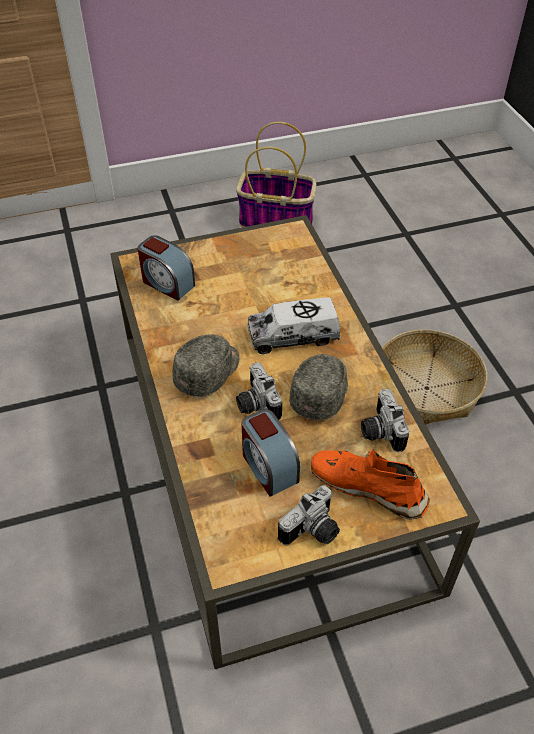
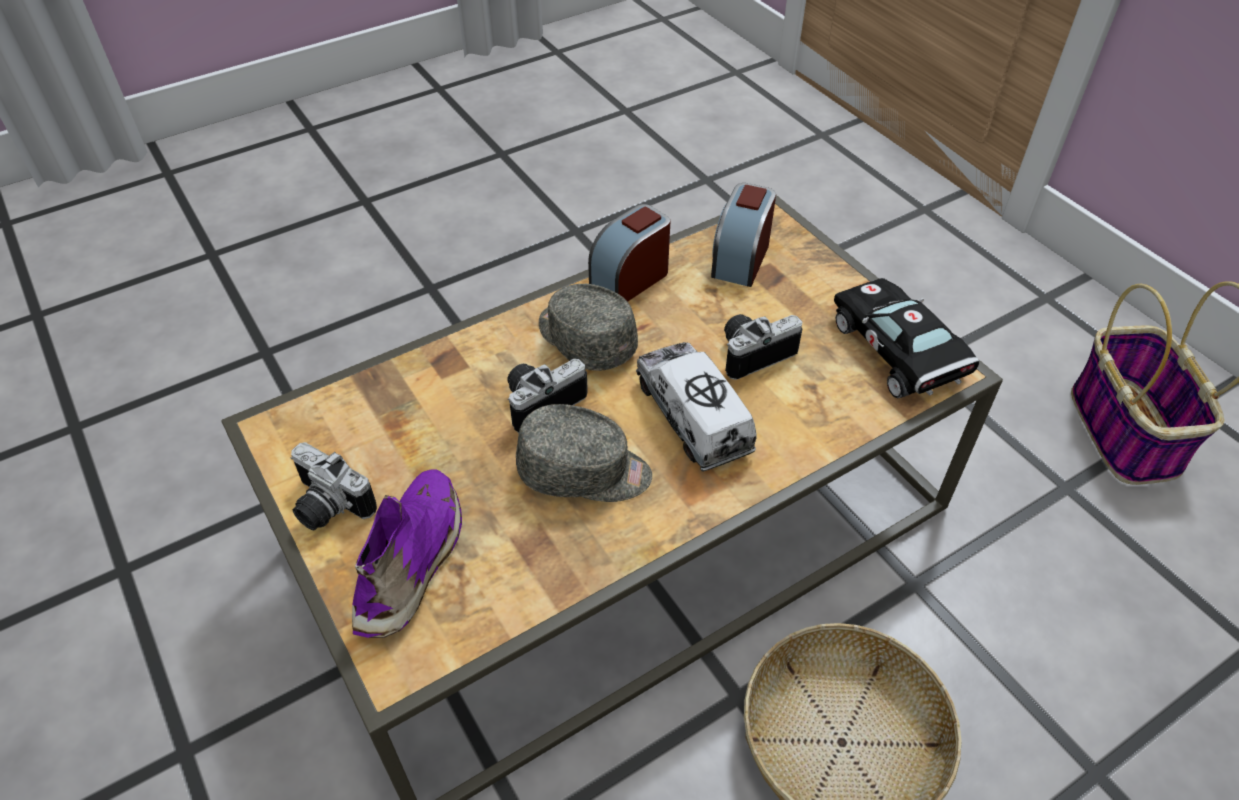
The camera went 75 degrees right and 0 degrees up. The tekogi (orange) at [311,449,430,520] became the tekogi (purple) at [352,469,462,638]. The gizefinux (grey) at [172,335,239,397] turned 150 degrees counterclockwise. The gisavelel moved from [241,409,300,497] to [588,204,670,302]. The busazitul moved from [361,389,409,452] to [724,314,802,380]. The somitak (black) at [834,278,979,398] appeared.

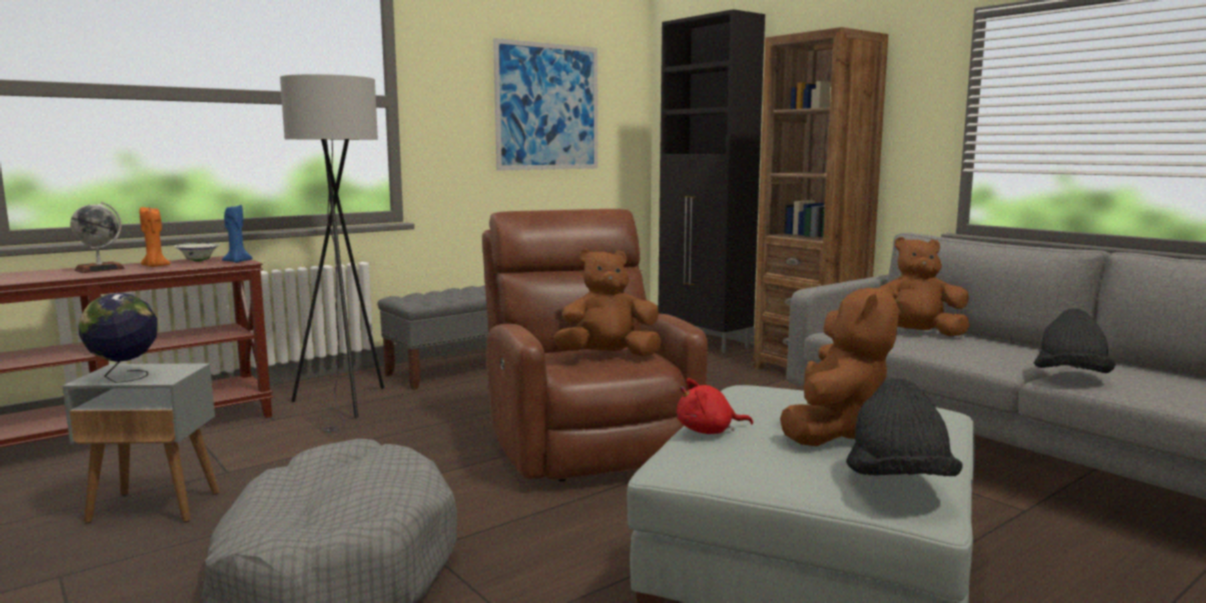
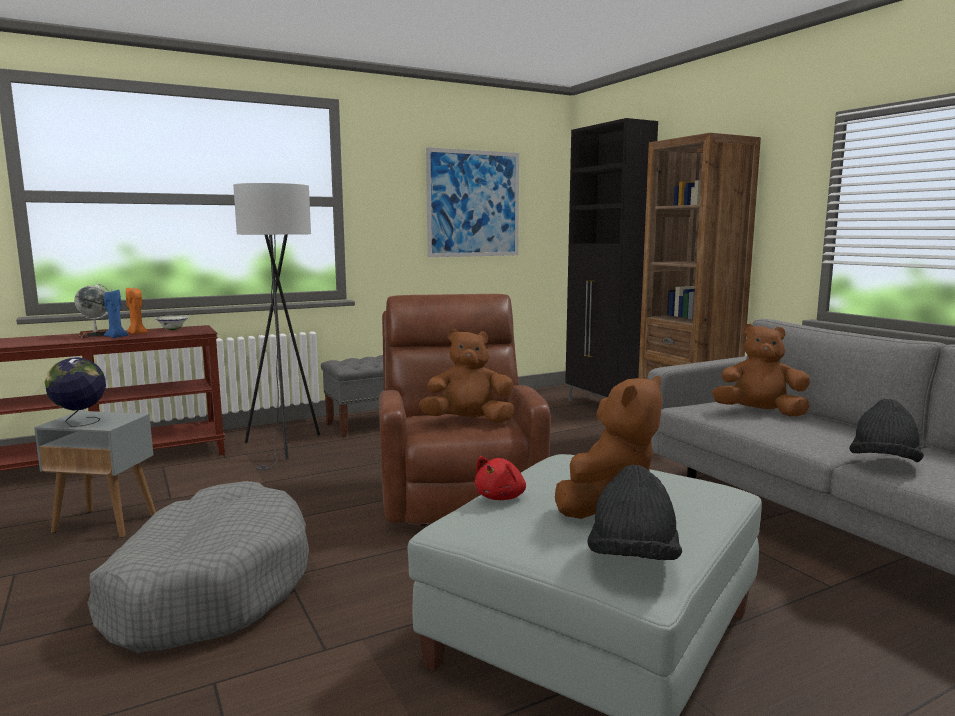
The camera went 10 degrees right and 0 degrees up. The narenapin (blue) moved from [222,204,252,263] to [104,289,128,338]. The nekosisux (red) at [677,378,753,434] turned 60 degrees counterclockwise.

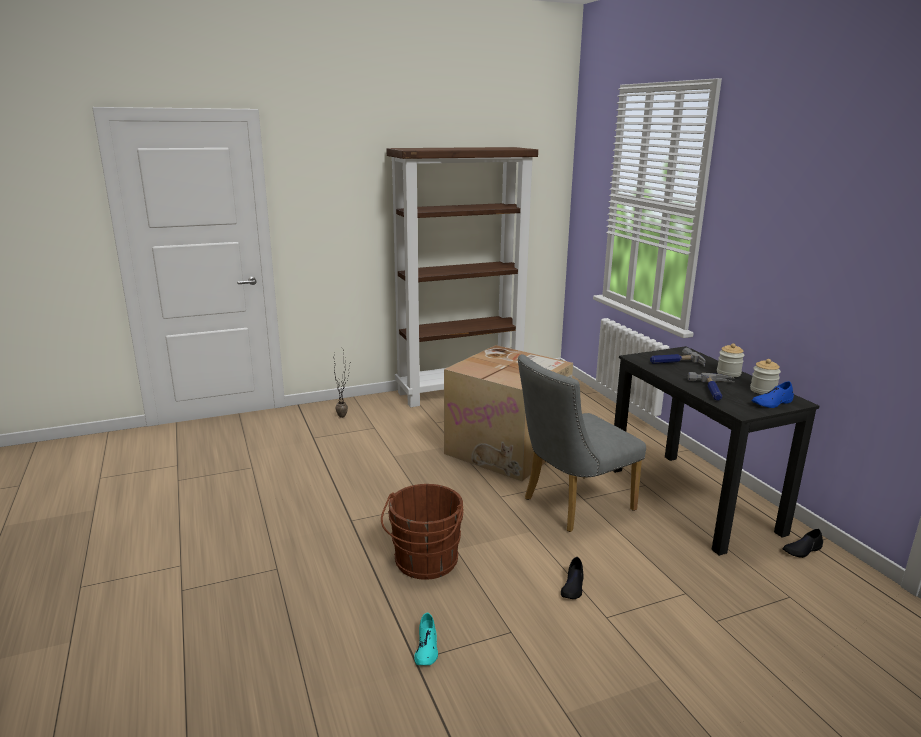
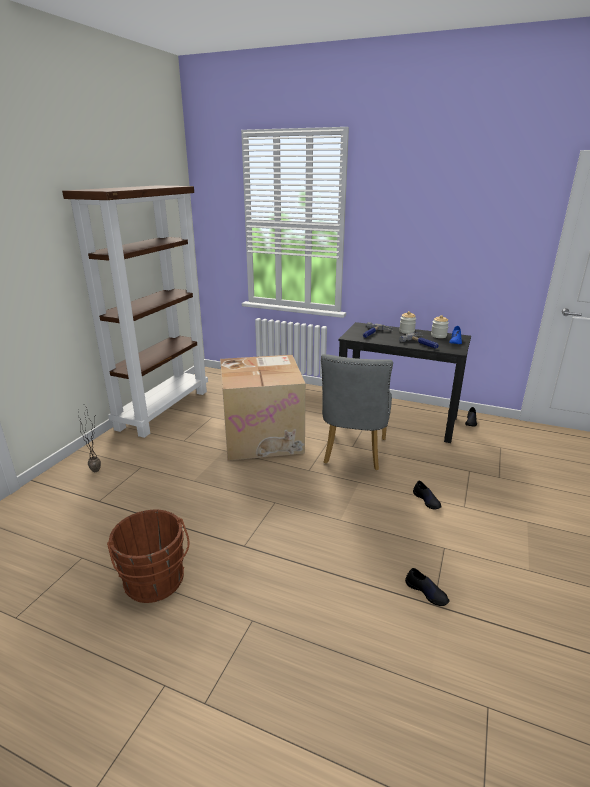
The camera went 45 degrees left and 5 degrees up. The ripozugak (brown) moved from [381,484,464,580] to [107,510,190,603]. The tekogi (turquoise) at [414,612,438,665] became the tekogi (black) at [405,568,450,606].

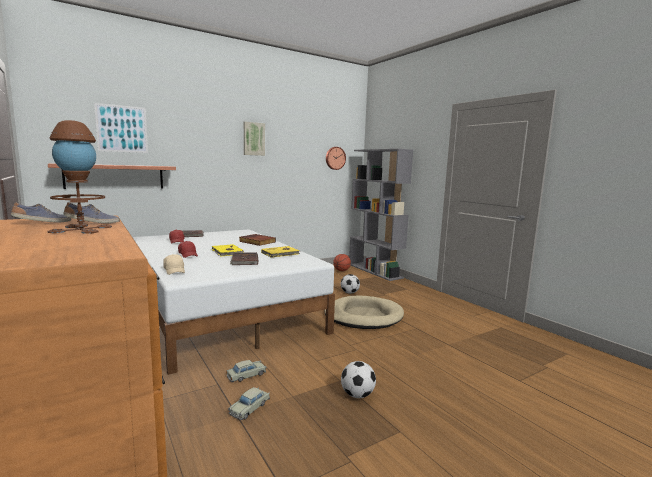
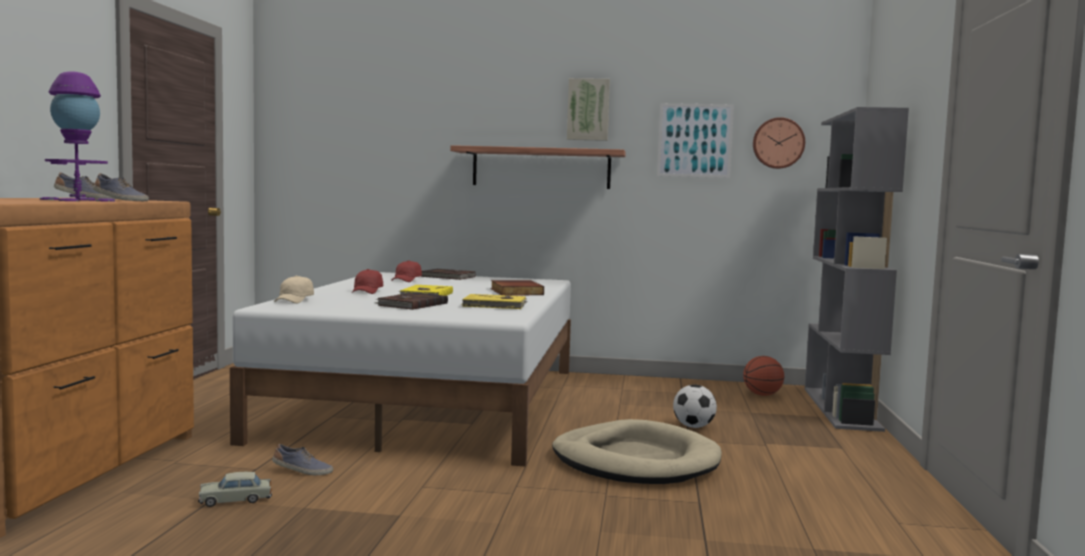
The camera went 40 degrees right and 5 degrees down. The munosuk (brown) at [47,120,112,234] became the munosuk (purple) at [40,71,115,202]. The somitak (beige) at [226,360,266,382] was replaced by the tekogi at [272,444,333,475]. The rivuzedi moved from [48,163,176,189] to [450,145,626,189]. The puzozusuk moved from [94,103,148,153] to [657,103,734,178]. The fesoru at [341,361,376,398] disappeared.

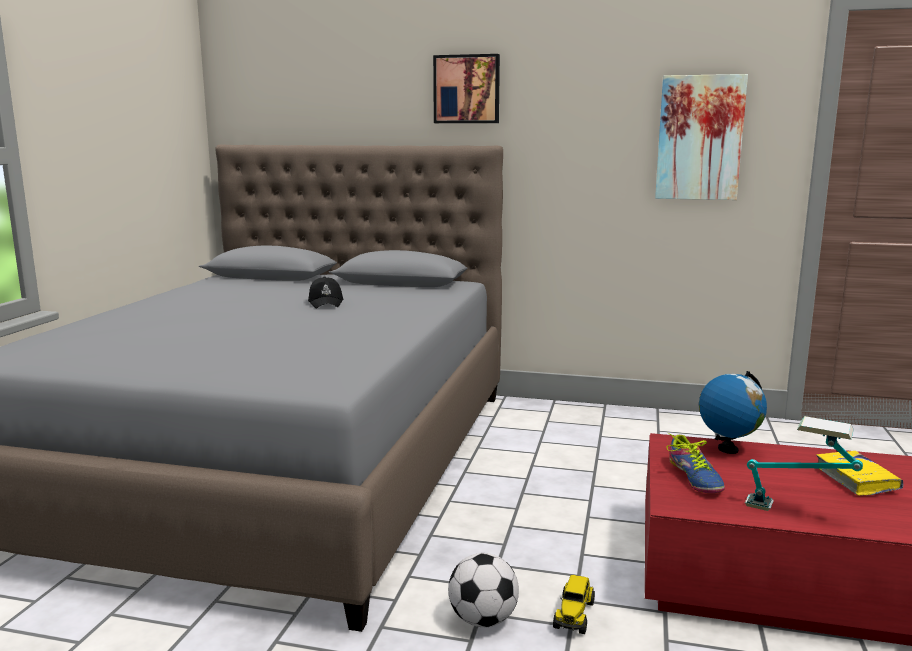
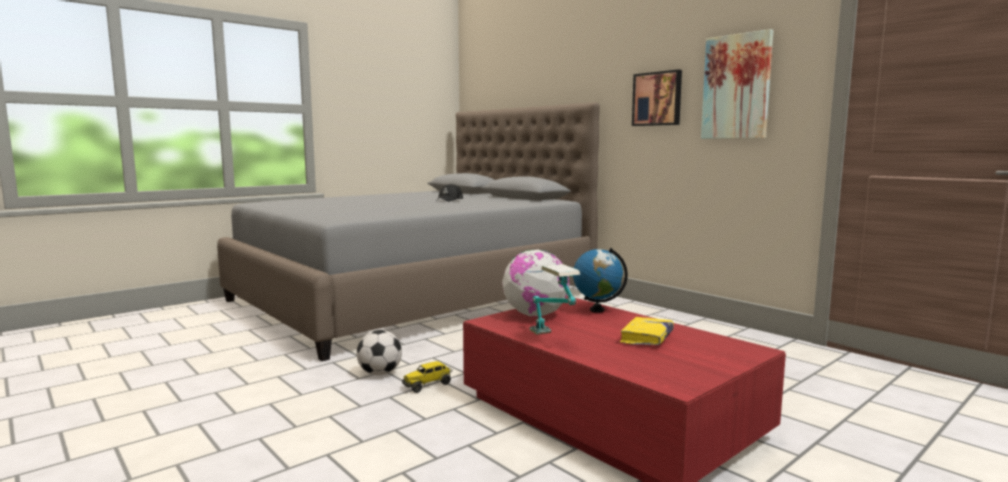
The camera went 35 degrees right and 5 degrees down. The tekogi at [666,433,725,493] was replaced by the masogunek at [502,250,569,317]. The puzozusuk moved from [433,54,500,123] to [632,69,682,126].

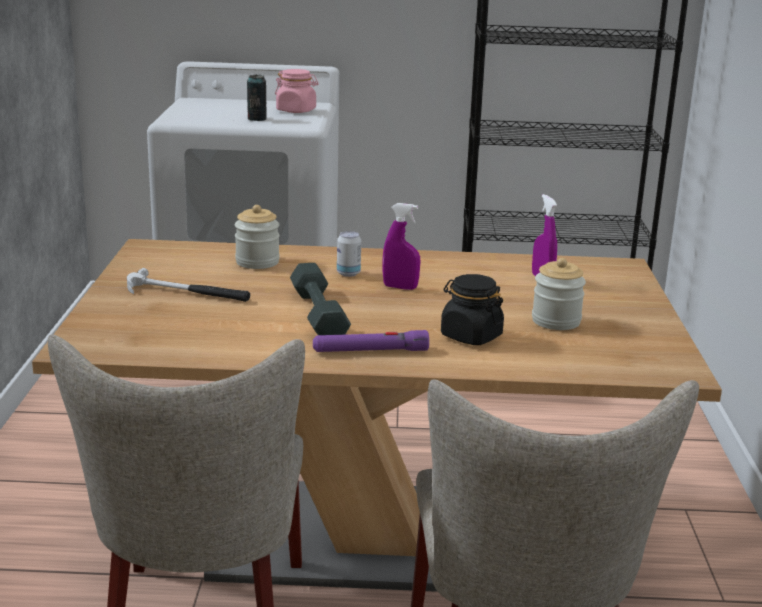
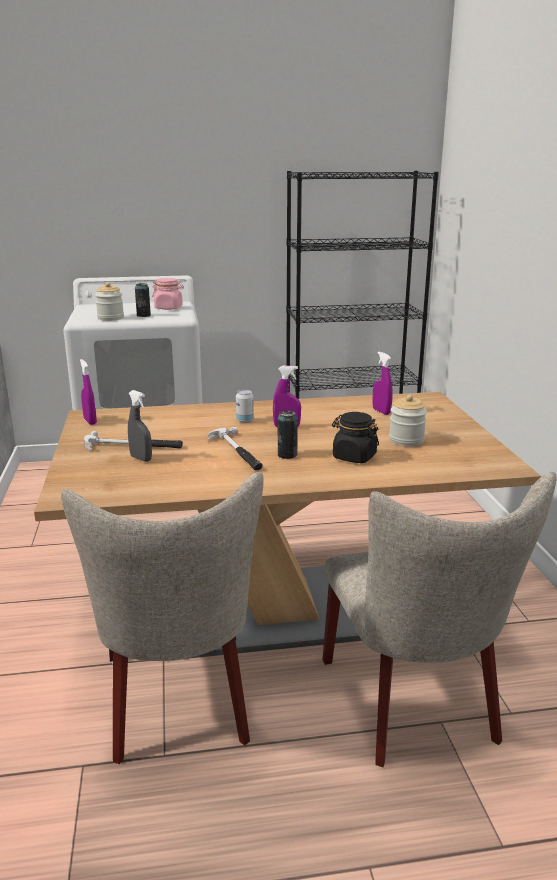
The camera went 10 degrees left and 0 degrees up. The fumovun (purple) at [80,359,97,425] appeared. The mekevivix moved from [235,205,280,269] to [95,282,124,321]. The fumovun (grey) at [128,390,152,462] appeared. The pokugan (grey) at [290,263,351,335] was replaced by the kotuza at [208,427,263,470]. The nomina at [278,411,298,459] appeared. The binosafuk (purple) at [313,330,429,352] disappeared.

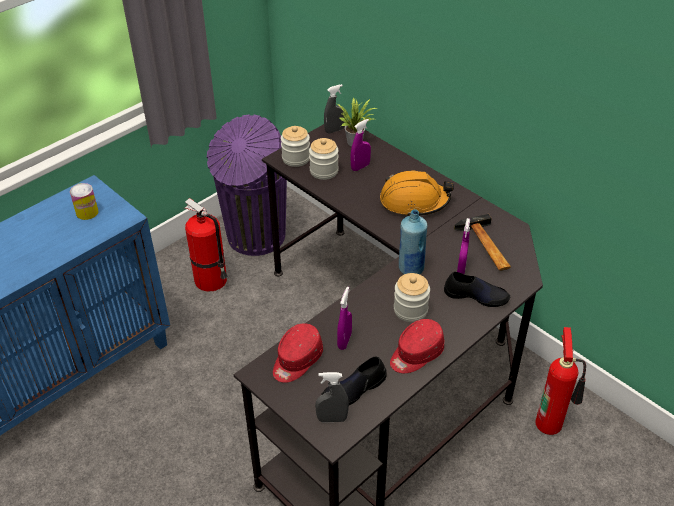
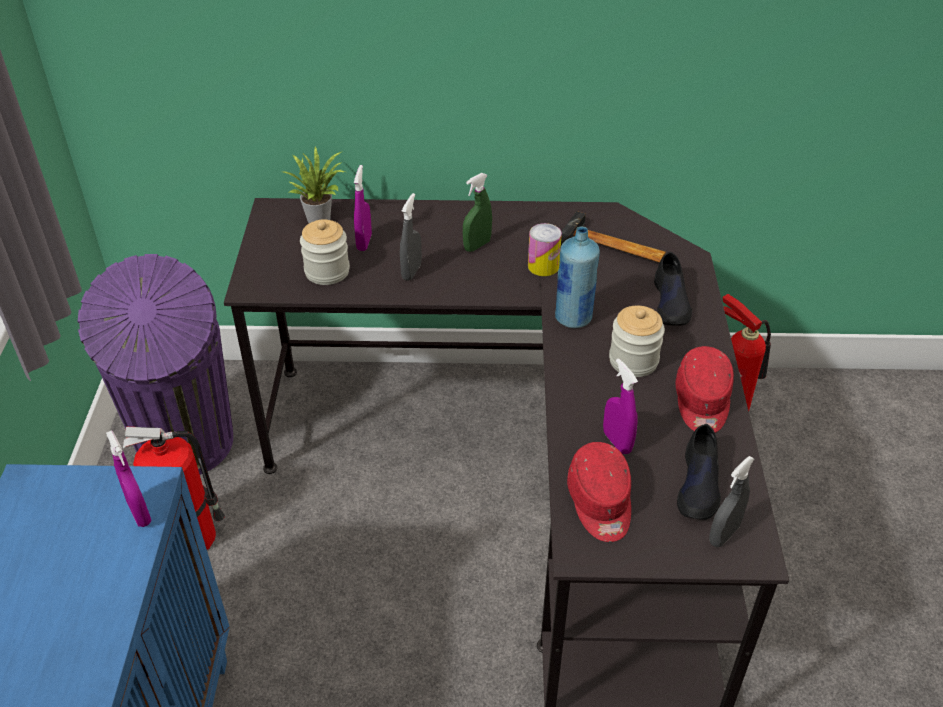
The camera went 45 degrees left and 0 degrees up. The fumovun (purple) moved from [457,218,470,274] to [106,430,151,527]. The fumovun (grey) moved from [324,84,345,133] to [400,193,422,281]. The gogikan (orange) at [380,171,454,216] was replaced by the fumovun (green) at [463,173,492,252]. The nomina moved from [70,183,99,220] to [528,223,562,276]. The tekogi (black) at [444,272,510,307] turned 120 degrees clockwise. The mekevivix at [281,126,310,167] disappeared.

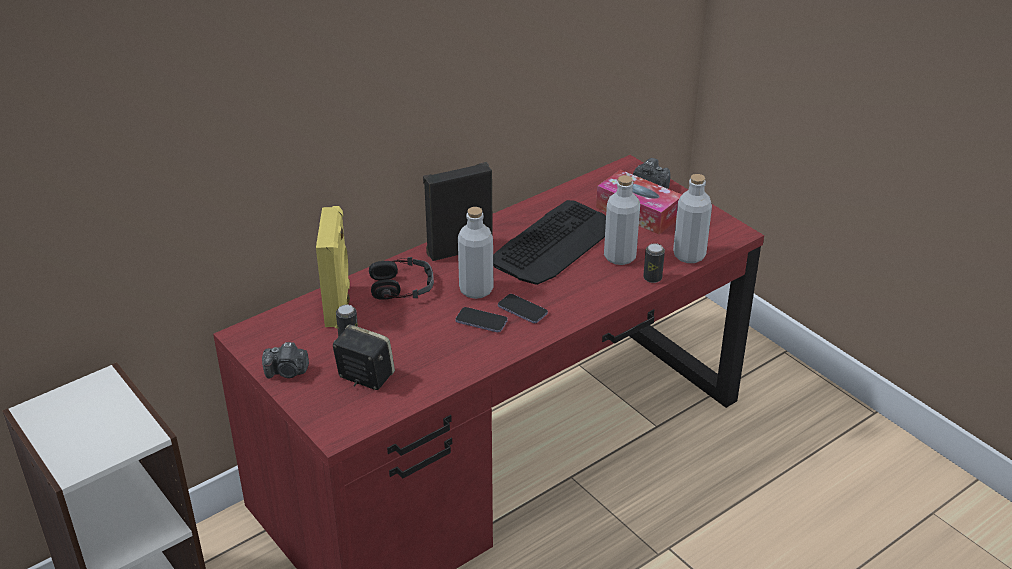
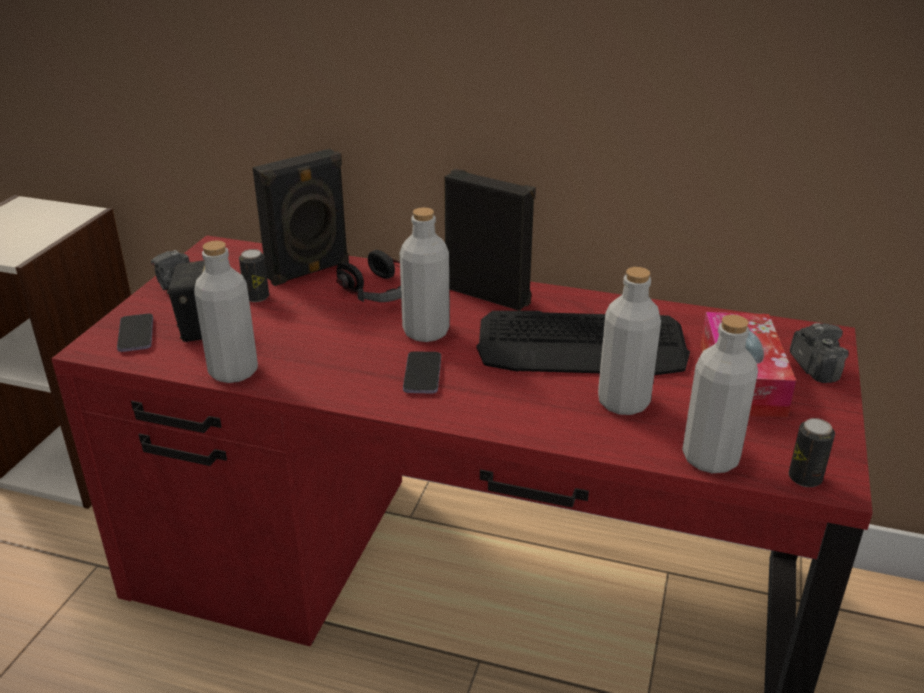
The camera went 55 degrees right and 5 degrees down. The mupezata moved from [455,307,508,332] to [117,314,153,352]. The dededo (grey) at [194,241,258,383] appeared. The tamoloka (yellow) at [316,206,350,328] became the tamoloka (black) at [252,149,349,286]. The nomina moved from [643,243,665,283] to [789,418,835,487].

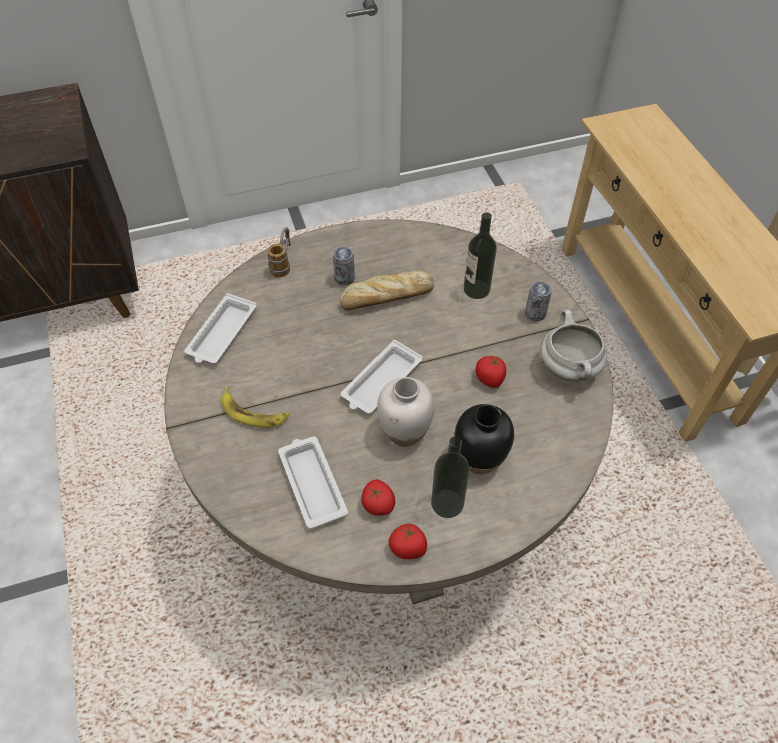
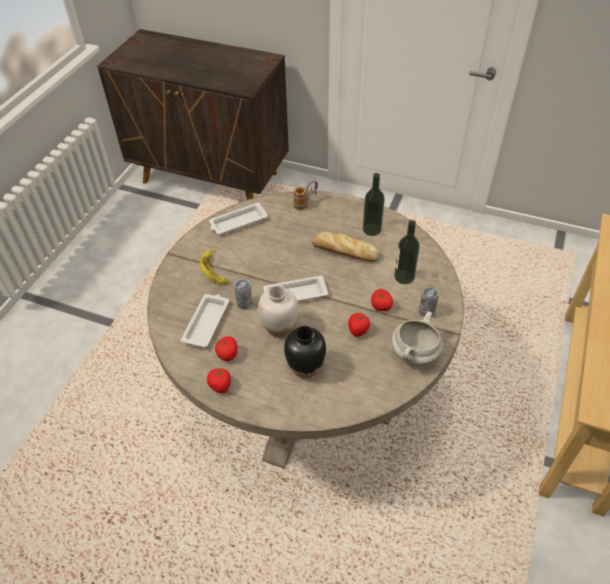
The camera went 40 degrees right and 5 degrees down. The nomina moved from [333,247,355,286] to [234,279,253,309]. The dededo moved from [431,436,470,518] to [363,173,385,236]. The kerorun at [371,289,393,311] appeared.

